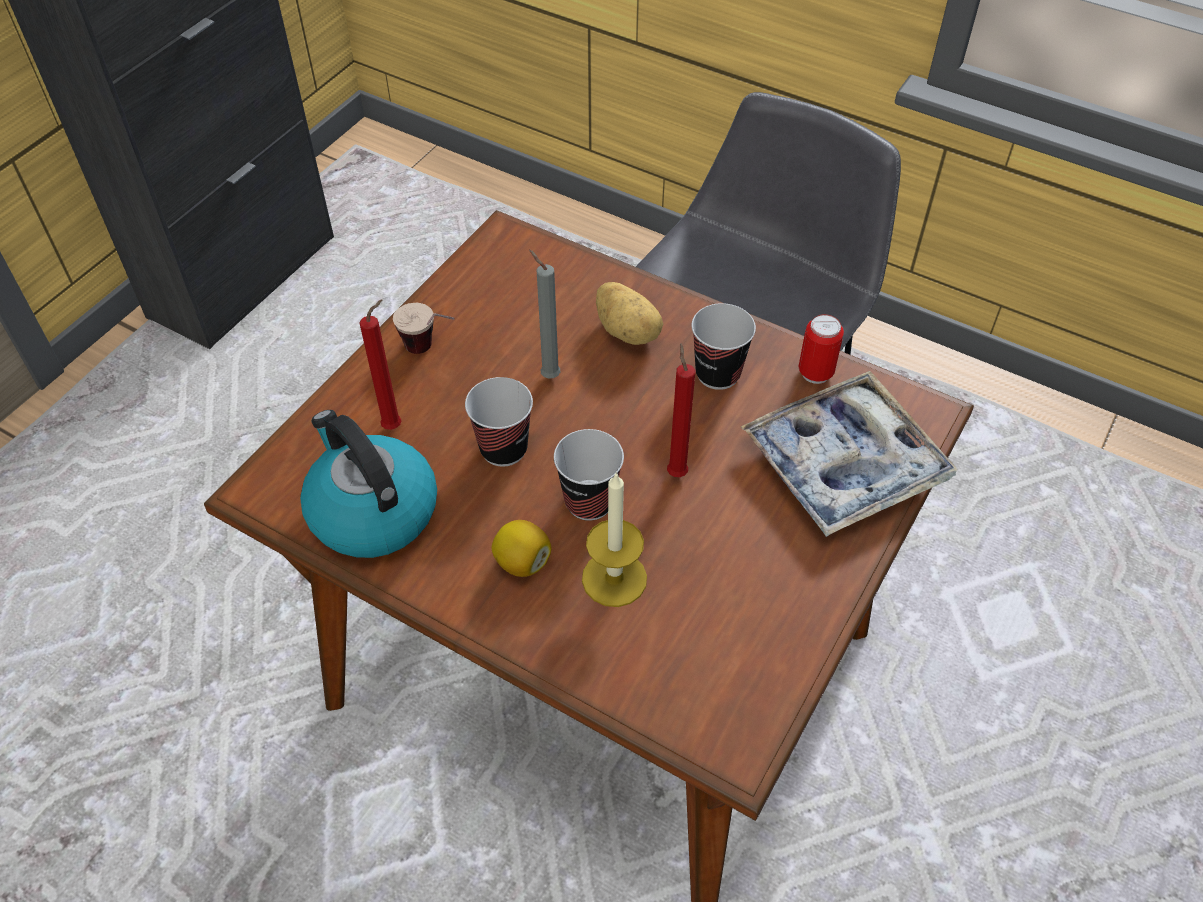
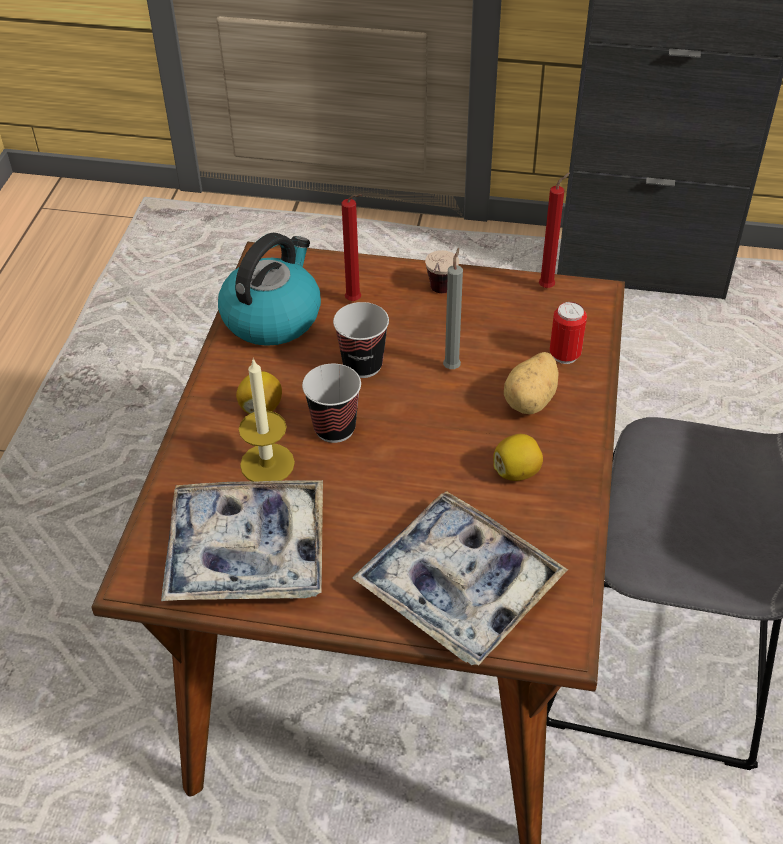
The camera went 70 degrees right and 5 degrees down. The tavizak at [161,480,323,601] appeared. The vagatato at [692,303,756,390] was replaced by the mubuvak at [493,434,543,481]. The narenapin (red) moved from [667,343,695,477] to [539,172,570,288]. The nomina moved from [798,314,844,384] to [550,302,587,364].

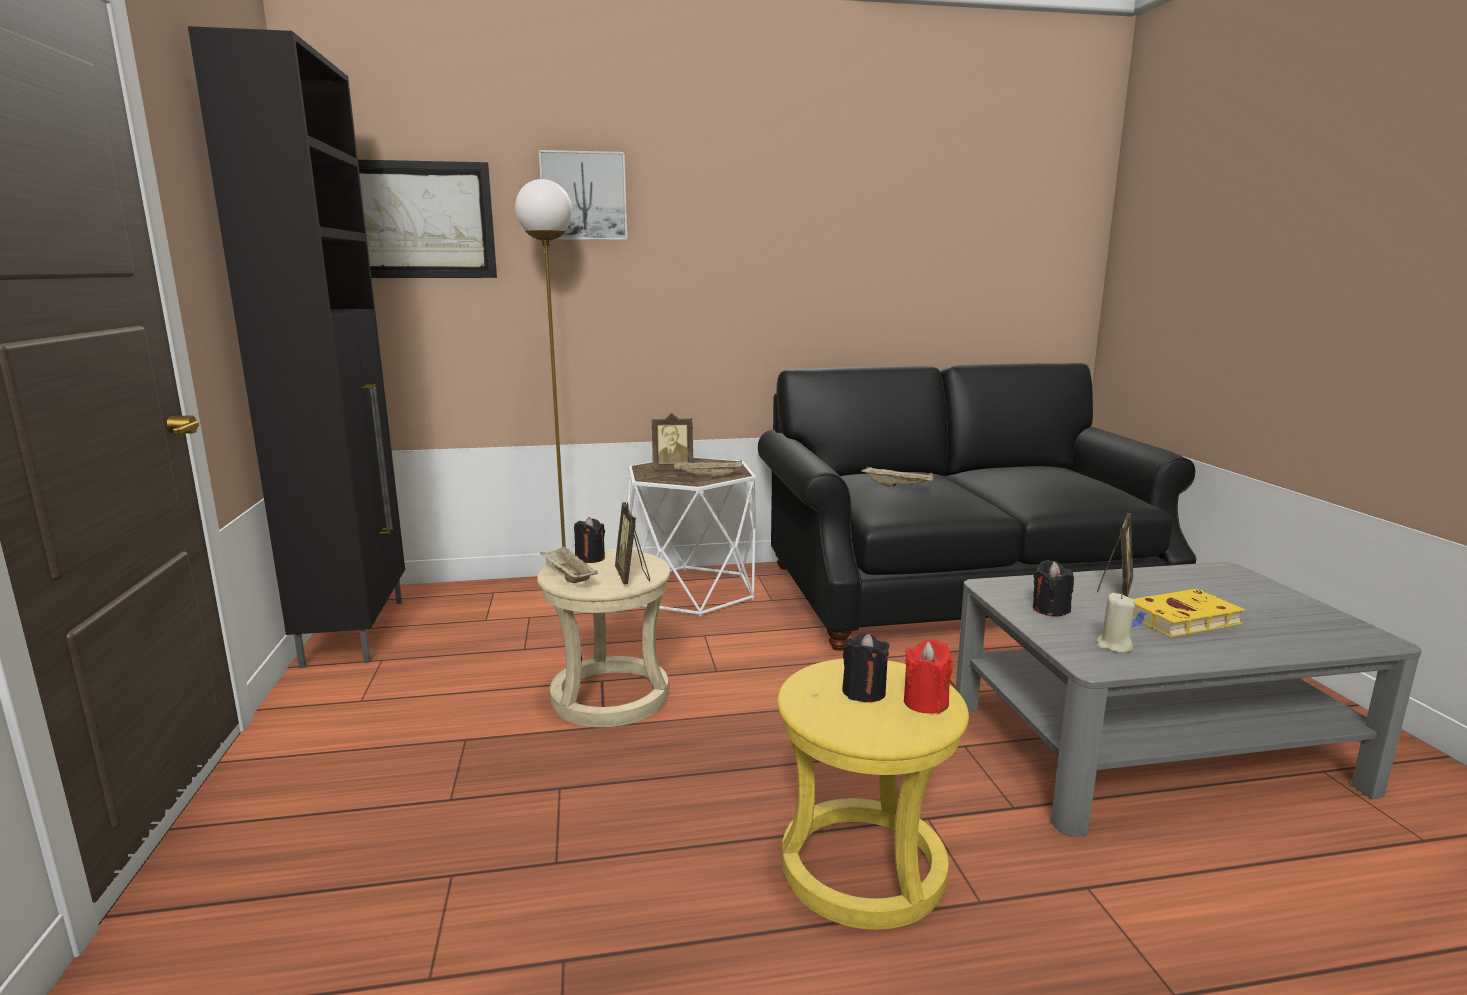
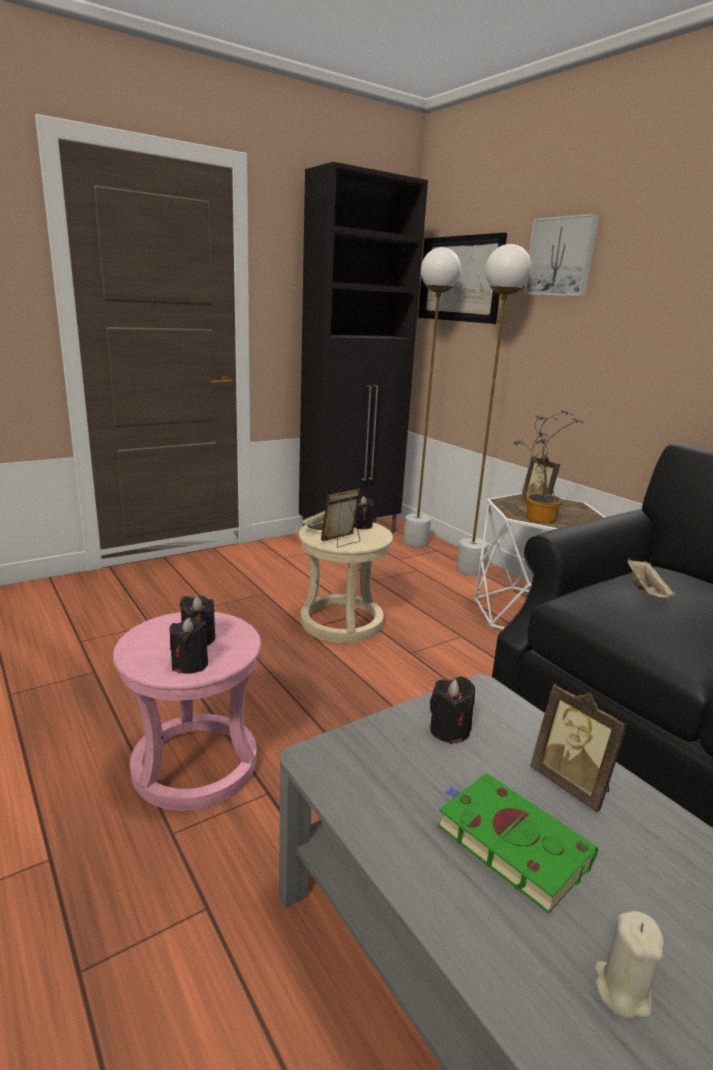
The camera went 65 degrees right and 5 degrees up. The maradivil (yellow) at [777,659,969,930] became the maradivil (pink) at [113,612,261,811]. The narenapin (red) at [904,639,953,714] became the narenapin (black) at [170,617,208,674]. The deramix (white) at [403,247,461,547] appeared. The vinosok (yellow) at [1131,589,1245,637] became the vinosok (green) at [437,773,598,914]. The tavizak (beige) at [674,460,743,478] was replaced by the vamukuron at [513,411,583,523]. The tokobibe at [1097,513,1133,597] turned 45 degrees clockwise. The narenapin (beige) moved from [1096,593,1135,653] to [595,911,664,1018].

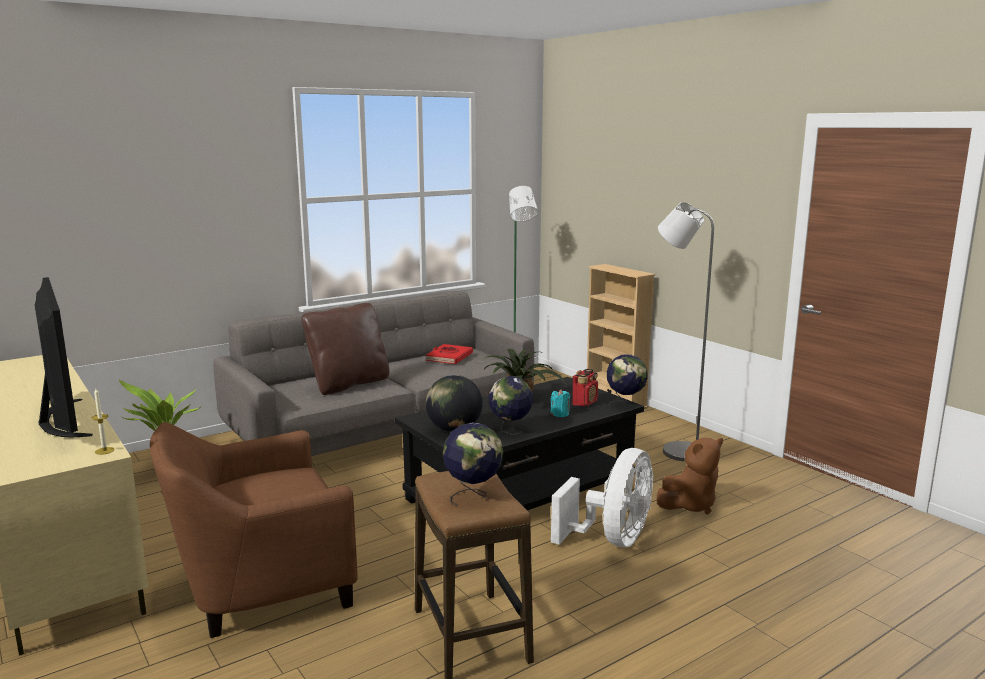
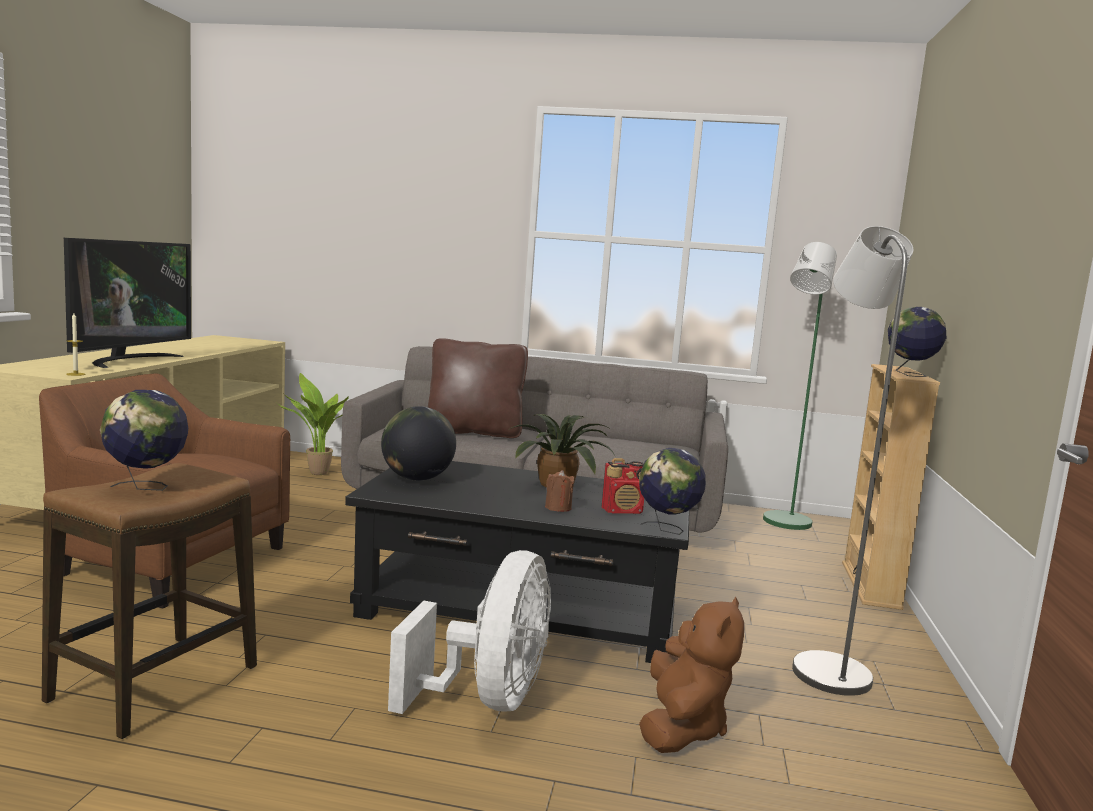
The camera went 45 degrees right and 5 degrees down. The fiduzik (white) at [551,448,653,547] turned 60 degrees counterclockwise. The narenapin (turquoise) at [550,389,570,417] became the narenapin (brown) at [545,470,575,512]. The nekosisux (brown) at [657,438,723,514] turned 90 degrees counterclockwise. The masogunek moved from [489,376,533,435] to [888,307,946,377]. The vinosok (red) at [426,344,473,364] disappeared.

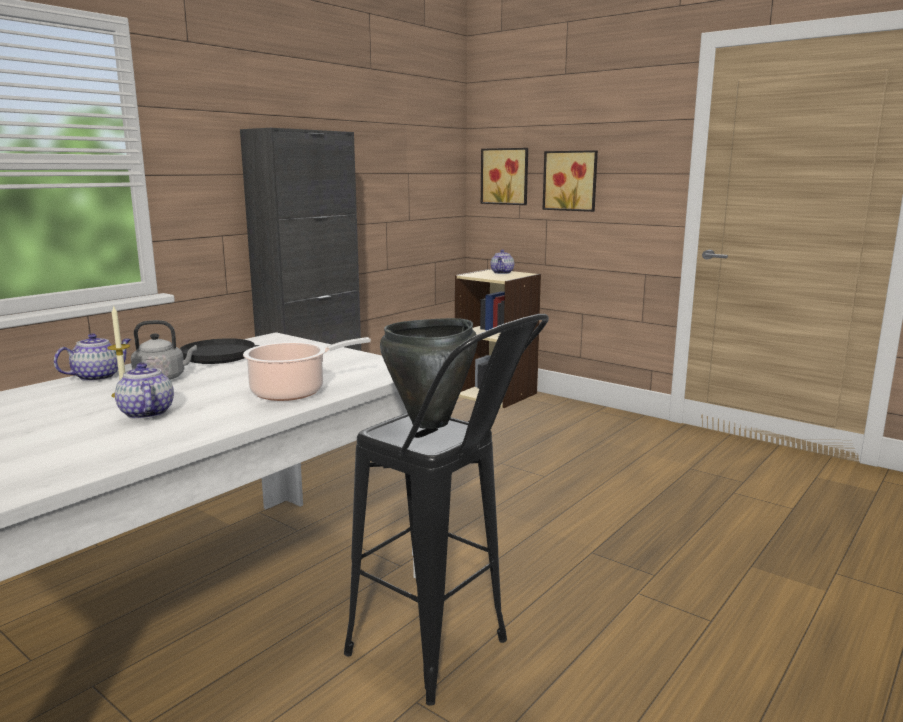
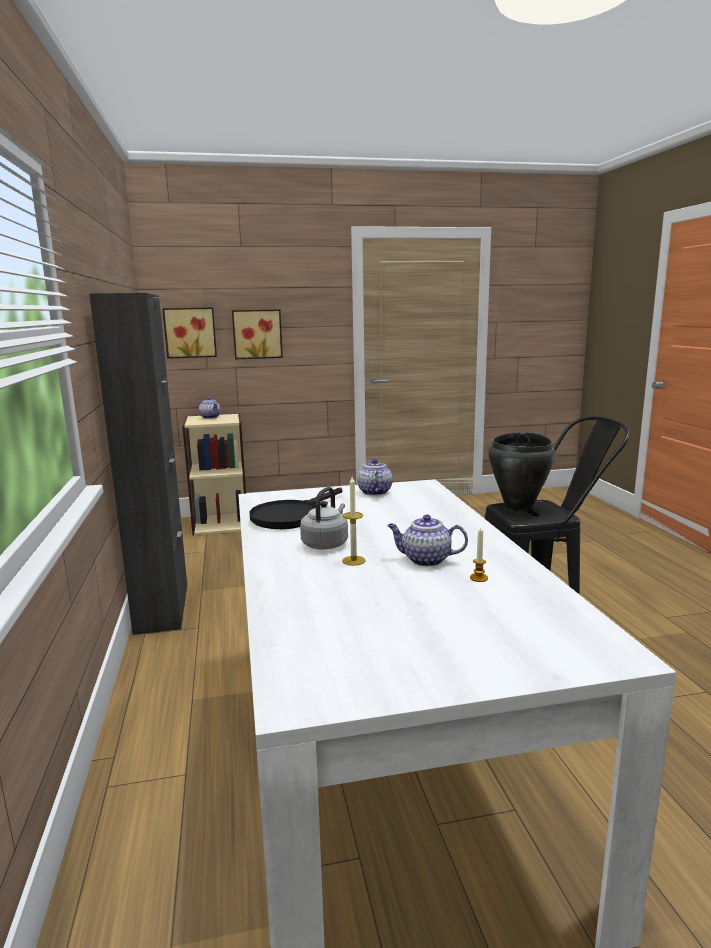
The camera went 50 degrees left and 0 degrees up. The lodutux moved from [54,333,131,382] to [357,459,393,496]. The narenapin at [470,529,488,582] appeared. The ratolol at [243,337,371,401] disappeared.

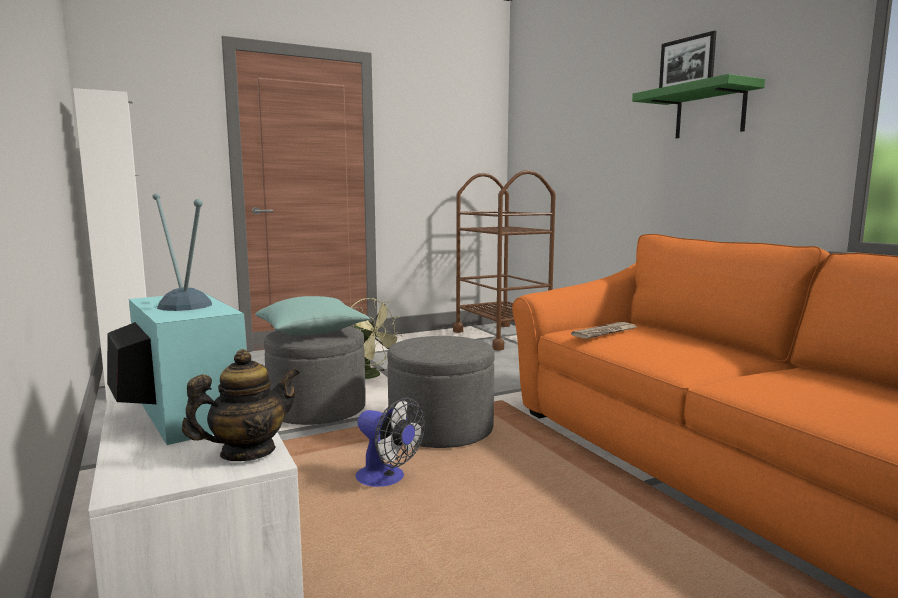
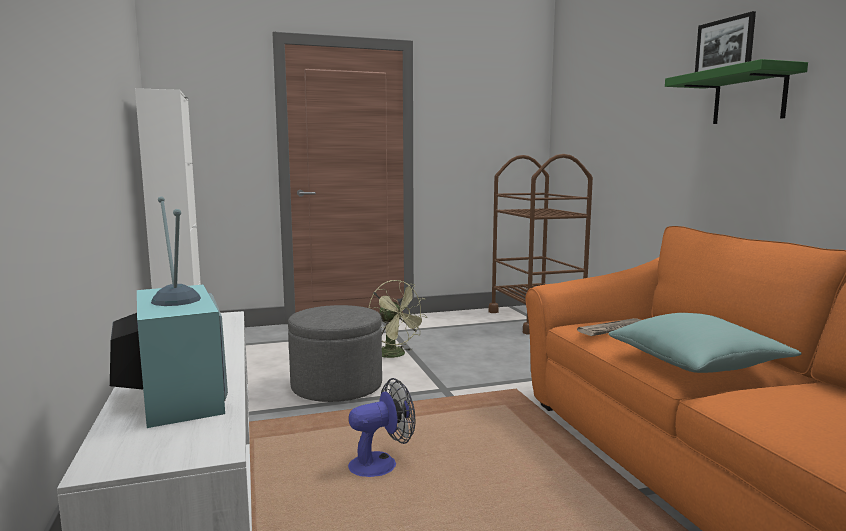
The camera went 10 degrees right and 0 degrees up. The fiduzik at [355,398,425,487] turned 75 degrees counterclockwise. The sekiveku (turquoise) moved from [255,296,370,335] to [608,313,802,373]. The lodutux at [182,349,300,461] disappeared. The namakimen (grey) at [387,336,494,448] disappeared.

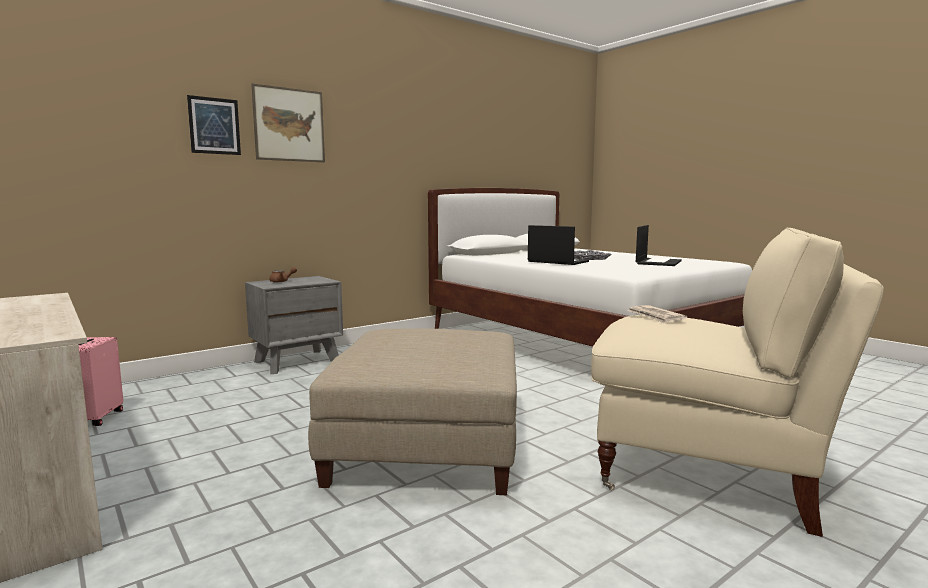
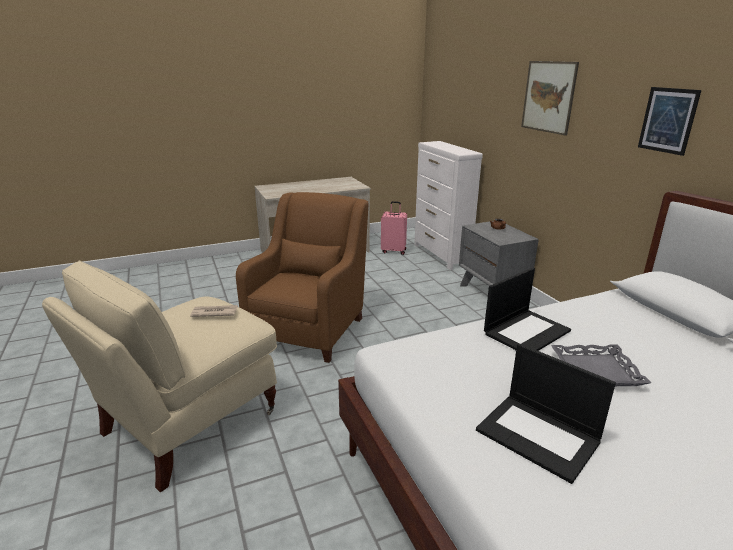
The camera went 105 degrees right and 15 degrees up. The namakimen (beige) at [308,329,517,495] was replaced by the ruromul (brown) at [236,192,369,363]. The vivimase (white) at [414,141,483,270] appeared. The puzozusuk moved from [187,95,241,155] to [638,87,701,156].

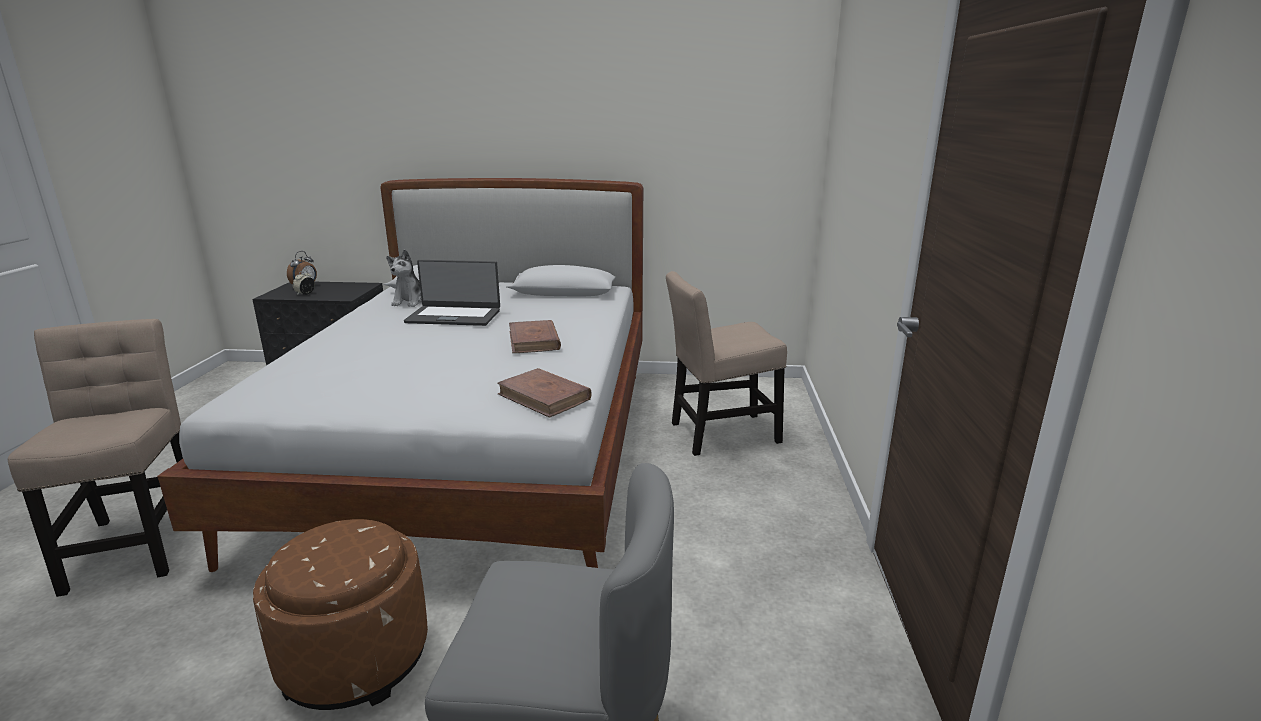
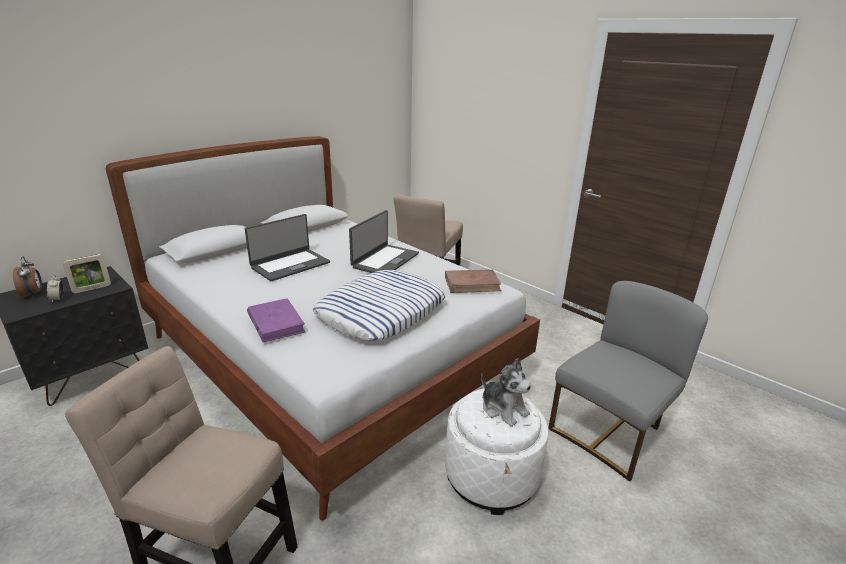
The camera went 50 degrees left and 5 degrees up. The tokobibe at [63,254,111,293] appeared. The vinosok (purple) at [247,298,306,343] appeared. The sekiveku at [313,270,446,341] appeared. The vinosok (brown) at [509,320,561,353] was replaced by the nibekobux at [349,210,419,273]. The namakimen (brown) at [253,519,428,710] became the namakimen (white) at [445,388,548,515]. The nekosisux moved from [386,249,422,307] to [481,358,531,427].

